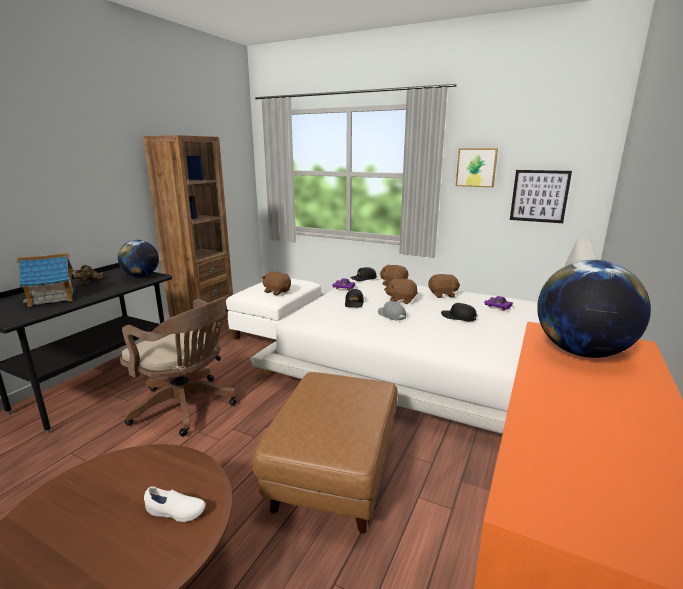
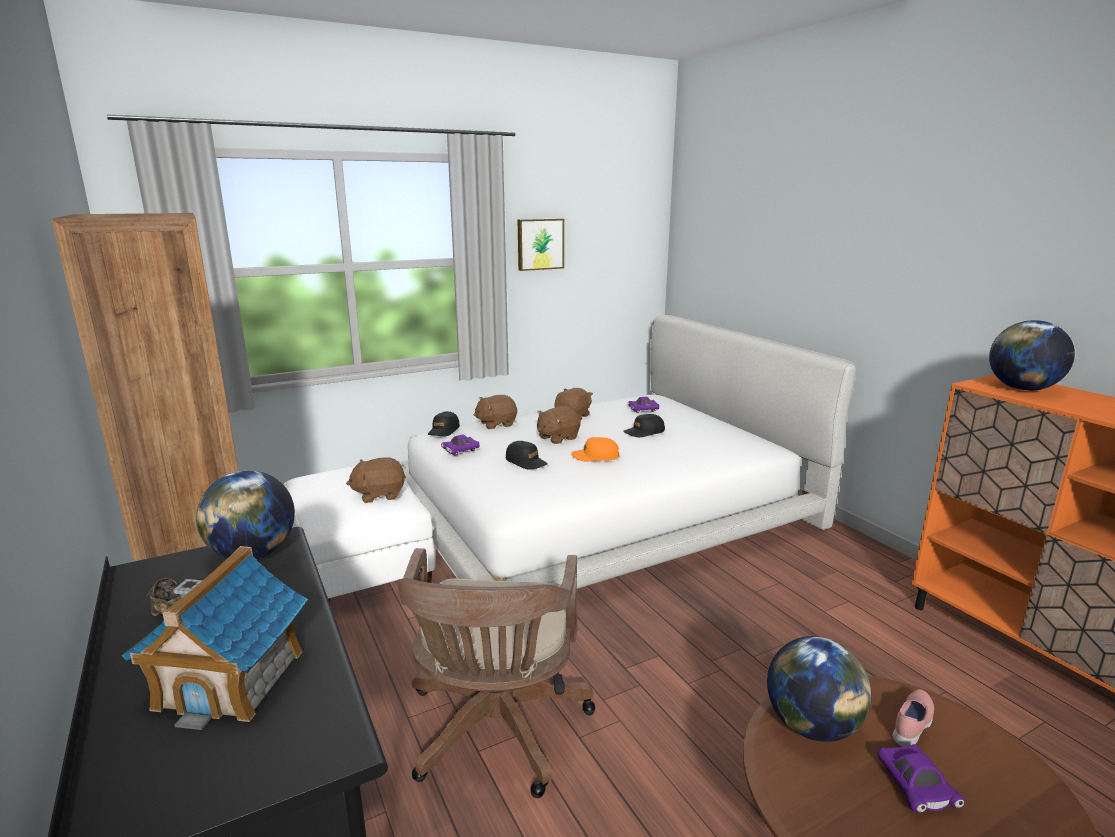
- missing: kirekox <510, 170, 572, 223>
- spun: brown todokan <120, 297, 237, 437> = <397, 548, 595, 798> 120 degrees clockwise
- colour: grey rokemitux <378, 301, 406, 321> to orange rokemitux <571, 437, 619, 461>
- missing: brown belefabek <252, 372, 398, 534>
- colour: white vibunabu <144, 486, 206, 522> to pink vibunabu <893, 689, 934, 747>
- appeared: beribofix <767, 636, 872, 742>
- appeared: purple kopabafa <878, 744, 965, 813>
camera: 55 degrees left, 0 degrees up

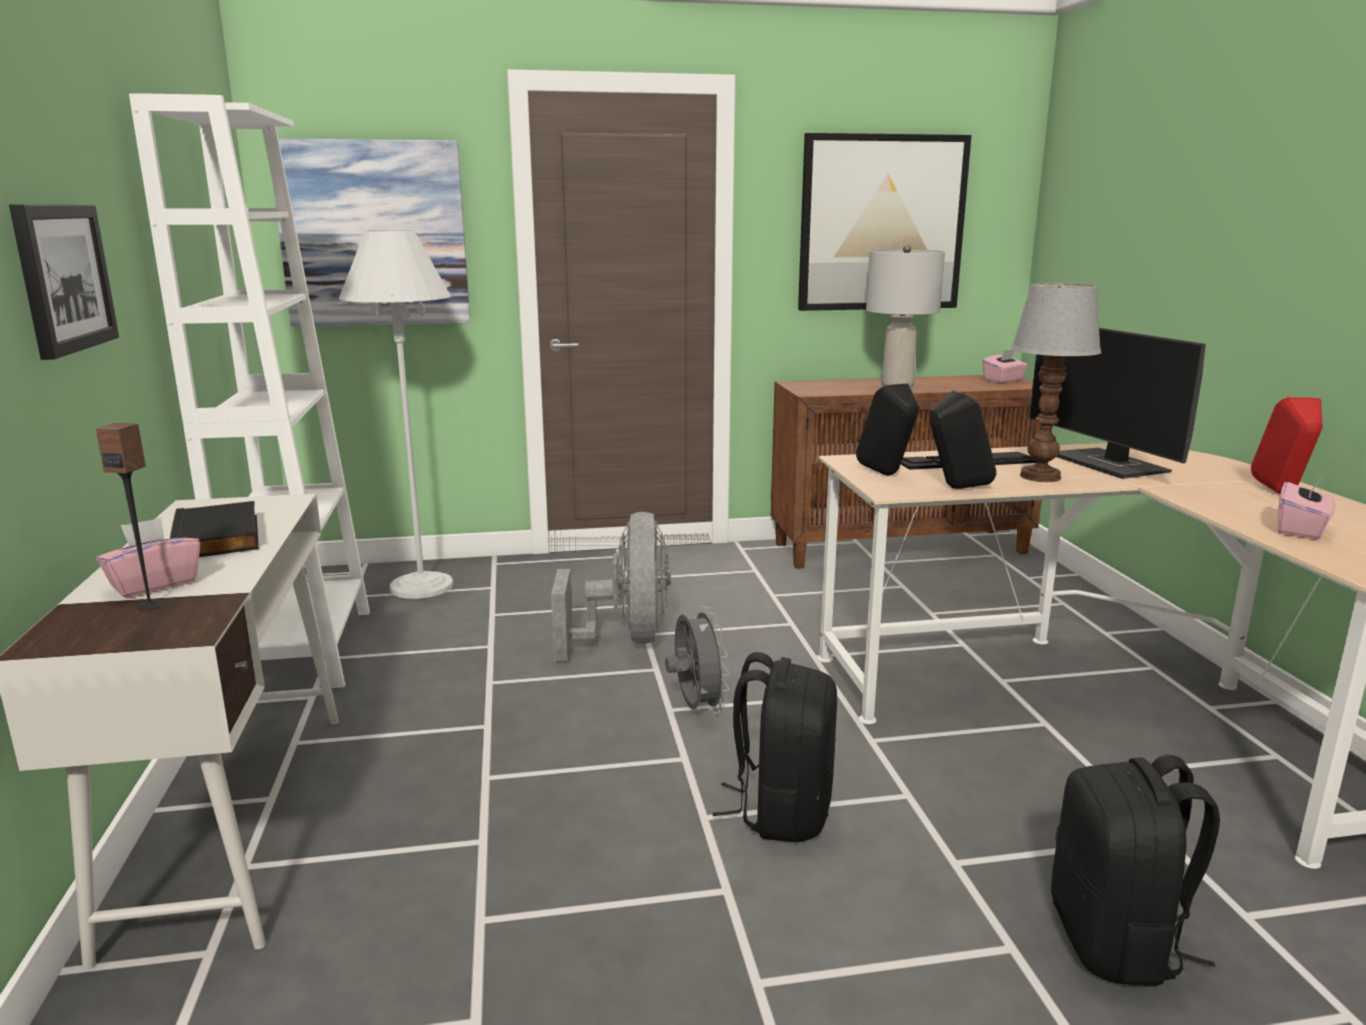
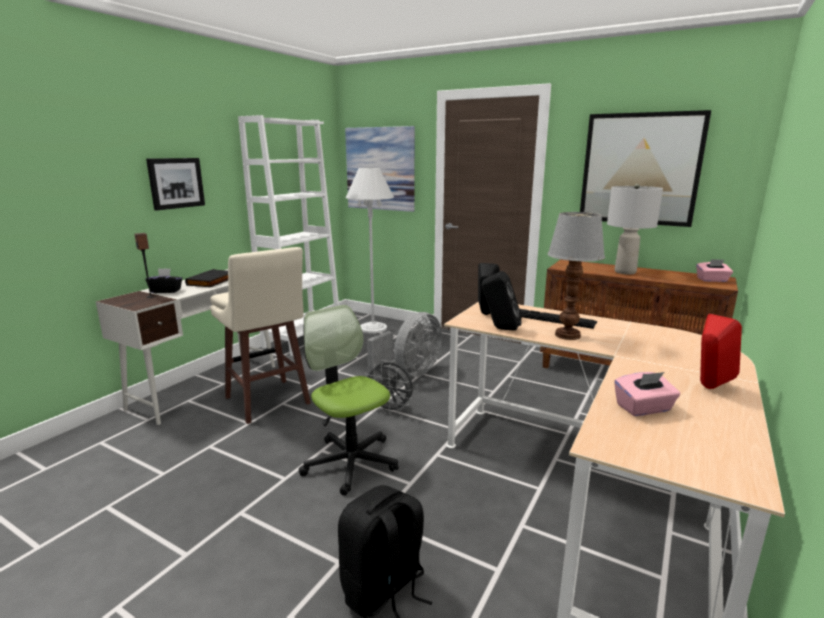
- missing: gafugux <1029, 328, 1206, 479>
- colour: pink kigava <96, 517, 200, 598> to black kigava <146, 268, 183, 293>
- spun: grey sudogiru <665, 606, 730, 714> = <365, 362, 413, 414> 90 degrees clockwise
- exchanged: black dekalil <712, 652, 837, 842> to todokan <299, 305, 399, 495>
- appeared: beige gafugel <210, 247, 311, 424>
camera: 40 degrees right, 0 degrees up

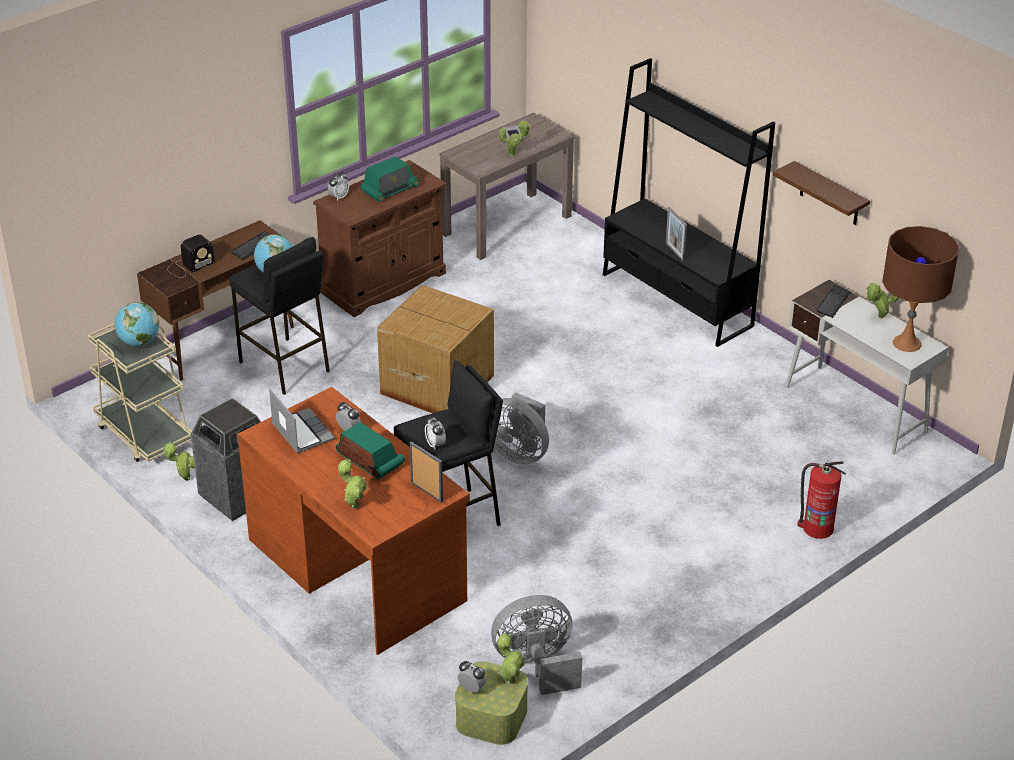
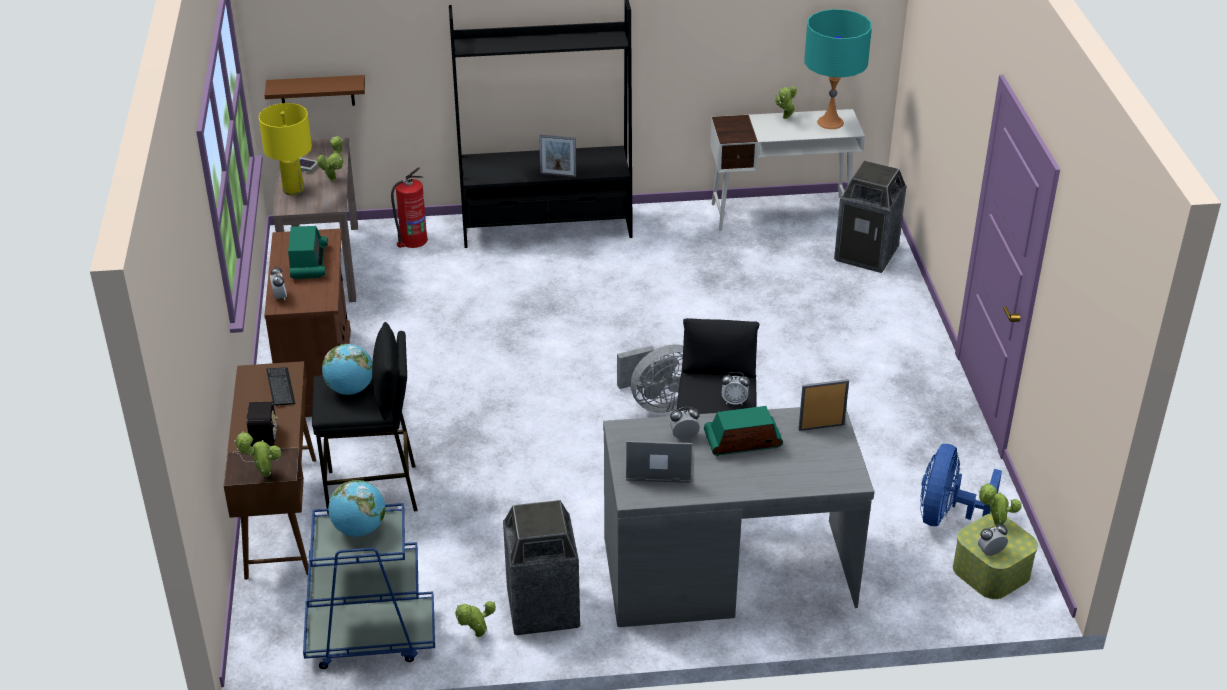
- relocated: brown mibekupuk <773, 161, 870, 225> to <264, 75, 365, 106>
- colour: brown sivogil <882, 226, 959, 352> to turquoise sivogil <804, 9, 872, 129>
- missing: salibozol <377, 285, 494, 413>
- missing: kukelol <816, 285, 851, 318>
- colour: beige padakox <88, 323, 192, 462> to blue padakox <303, 503, 435, 669>
- colour: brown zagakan <237, 387, 470, 655> to grey zagakan <603, 407, 874, 627>
- relocated: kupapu <338, 460, 367, 509> to <234, 432, 281, 477>
- relocated: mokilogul <797, 461, 846, 539> to <391, 167, 428, 248>
- colour: grey sudogiru <491, 595, 582, 695> to blue sudogiru <920, 444, 1002, 526>
- appeared: yellow sivogil <259, 103, 312, 196>
- appeared: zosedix <834, 161, 907, 273>
camera: 55 degrees left, 0 degrees up

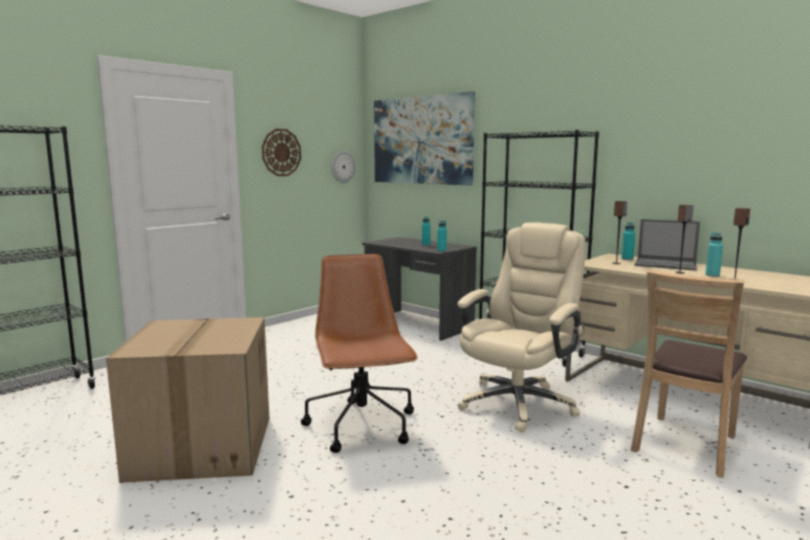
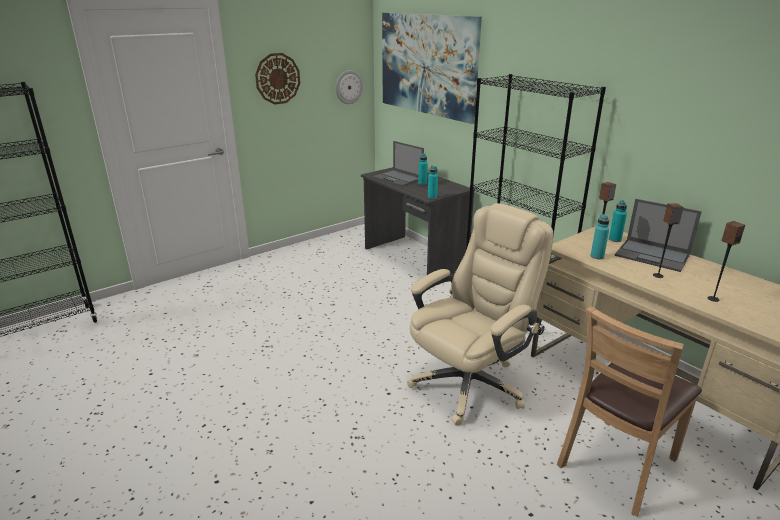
- relocated: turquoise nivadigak <705, 232, 723, 277> to <591, 214, 610, 259>
- missing: brown todokan <301, 254, 418, 453>
- missing: salibozol <106, 317, 269, 483>
- appeared: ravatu <373, 141, 424, 186>
camera: 10 degrees right, 15 degrees up

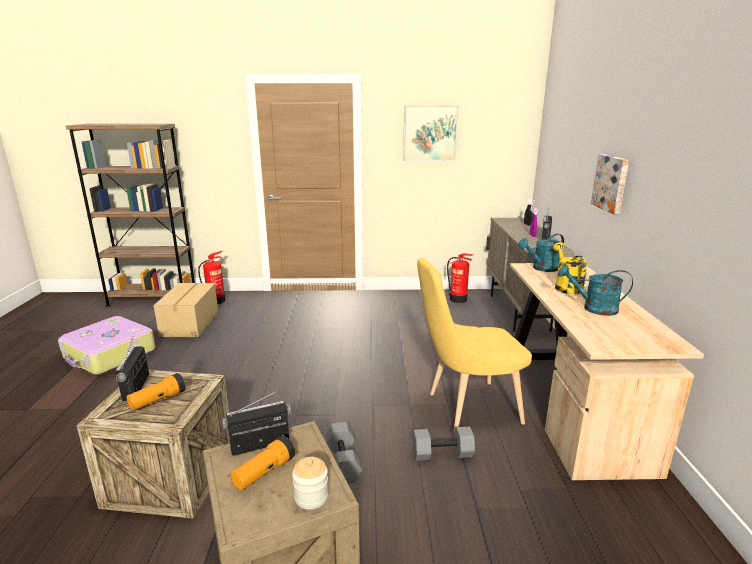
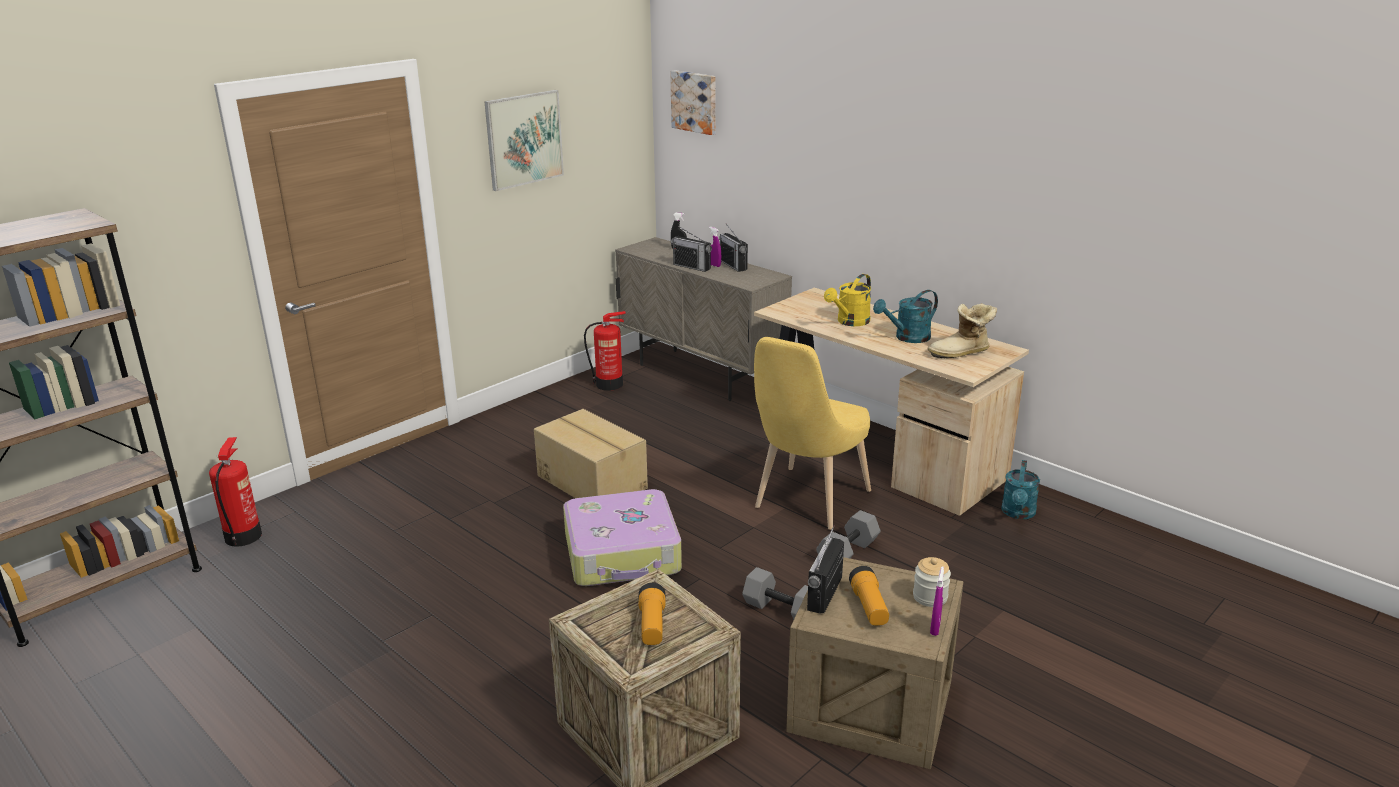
- relocated: kirekox <591, 154, 629, 214> to <670, 70, 716, 135>
- relocated: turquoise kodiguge <518, 234, 564, 272> to <1001, 460, 1040, 519>
- spun: yellow kodiguge <553, 242, 588, 294> = <824, 274, 871, 326> 90 degrees counterclockwise
- relocated: salibozol <154, 283, 218, 337> to <534, 409, 648, 498>
- relocated: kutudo <58, 316, 155, 375> to <563, 489, 682, 586>
- relocated: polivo <116, 336, 149, 401> to <671, 226, 712, 272>
- appeared: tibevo <927, 303, 997, 358>
- appeared: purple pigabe <930, 566, 944, 636>
camera: 45 degrees left, 5 degrees up

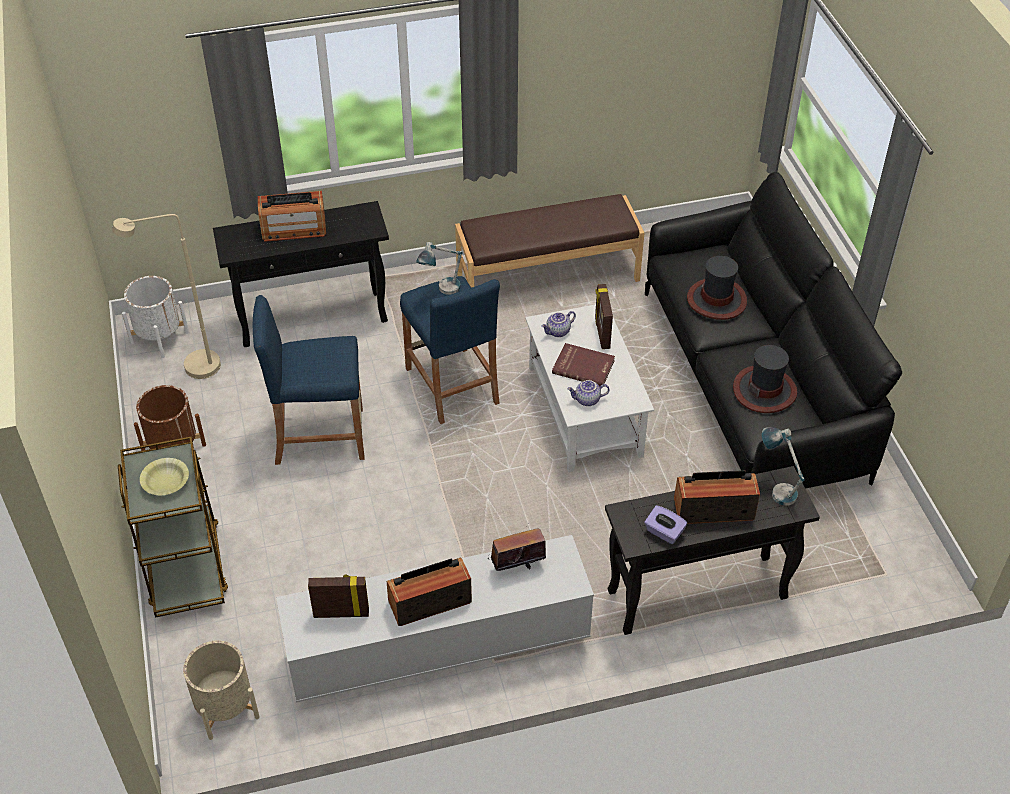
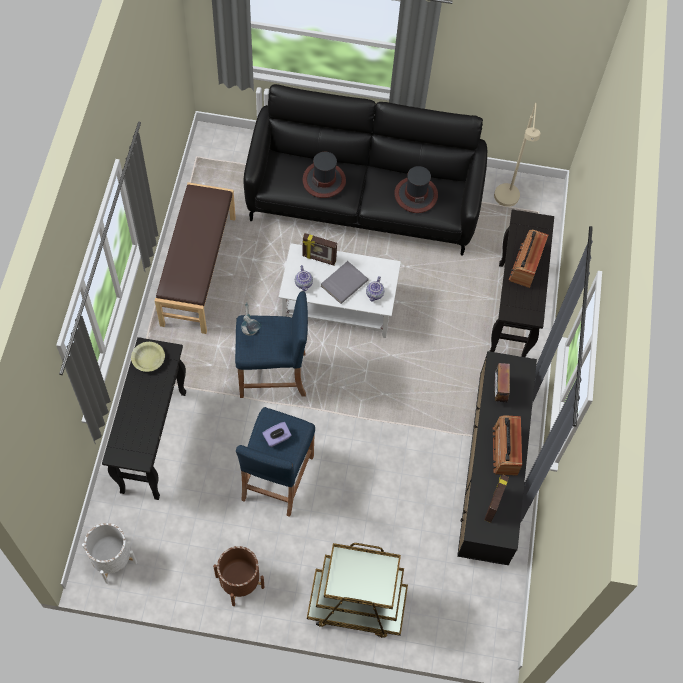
- missing: polivo <258, 191, 326, 242>
- relocated: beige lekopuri <112, 214, 221, 379> to <494, 103, 541, 207>
- colour: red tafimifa <552, 343, 615, 386> to grey tafimifa <321, 261, 368, 304>
- missing: sivogil <762, 427, 805, 506>
- relocated: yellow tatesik <140, 458, 189, 495> to <131, 342, 165, 372>
- relocated: purple kigava <644, 505, 687, 544> to <262, 422, 292, 447>
- colour: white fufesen <276, 535, 594, 703> to black fufesen <457, 351, 537, 565>
- missing: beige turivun <183, 641, 260, 740>
camera: 70 degrees left, 15 degrees up

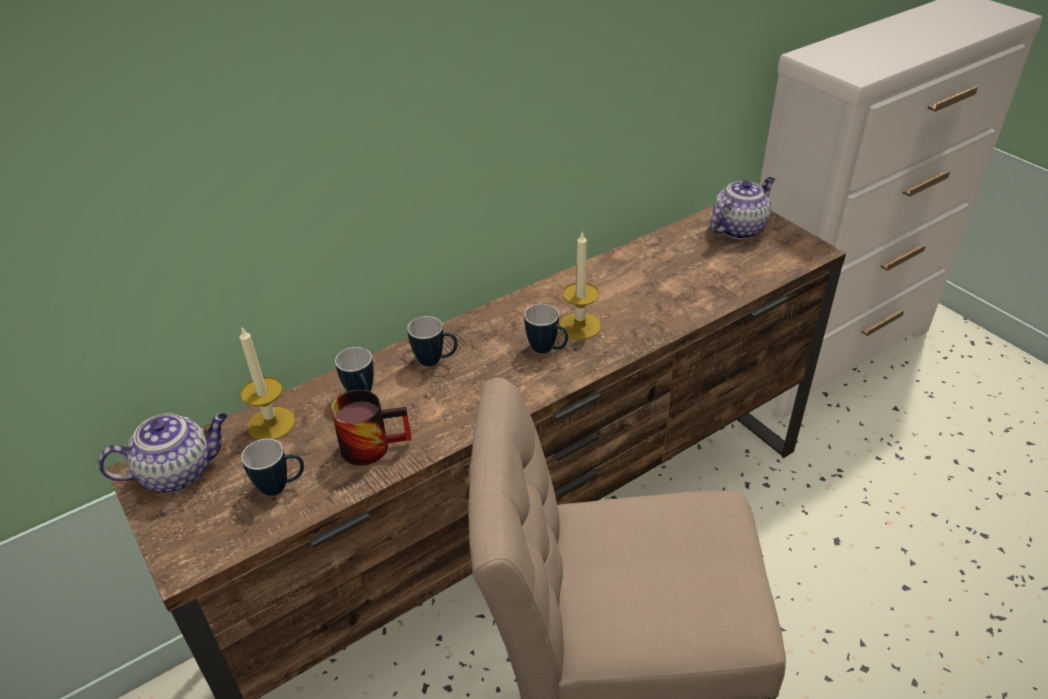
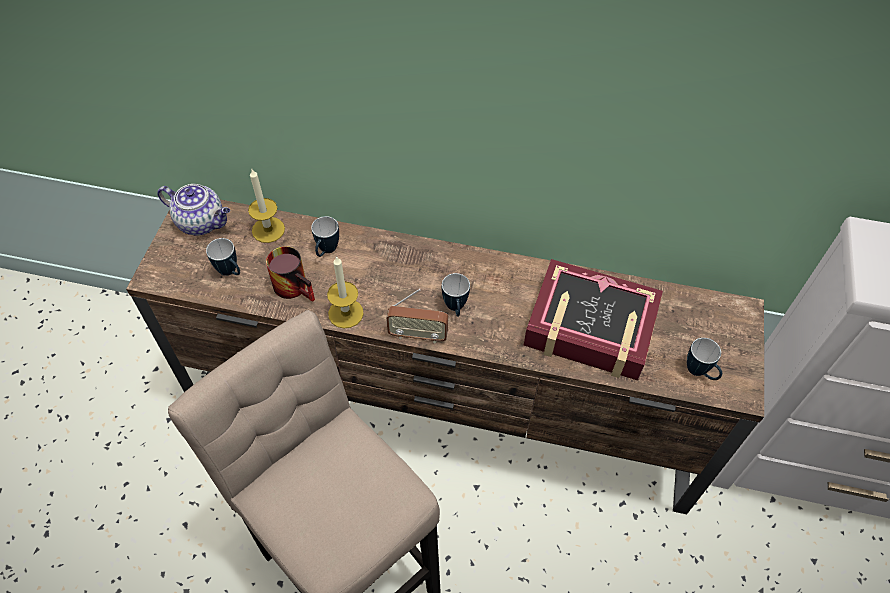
- missing: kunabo <710, 177, 775, 239>
- relocated: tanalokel <559, 231, 601, 340> to <327, 256, 364, 328>
- relocated: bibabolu <407, 316, 457, 366> to <687, 338, 722, 380>
- appeared: tafimifa <524, 259, 663, 381>
- appeared: polivo <386, 289, 448, 343>
camera: 45 degrees right, 15 degrees up

